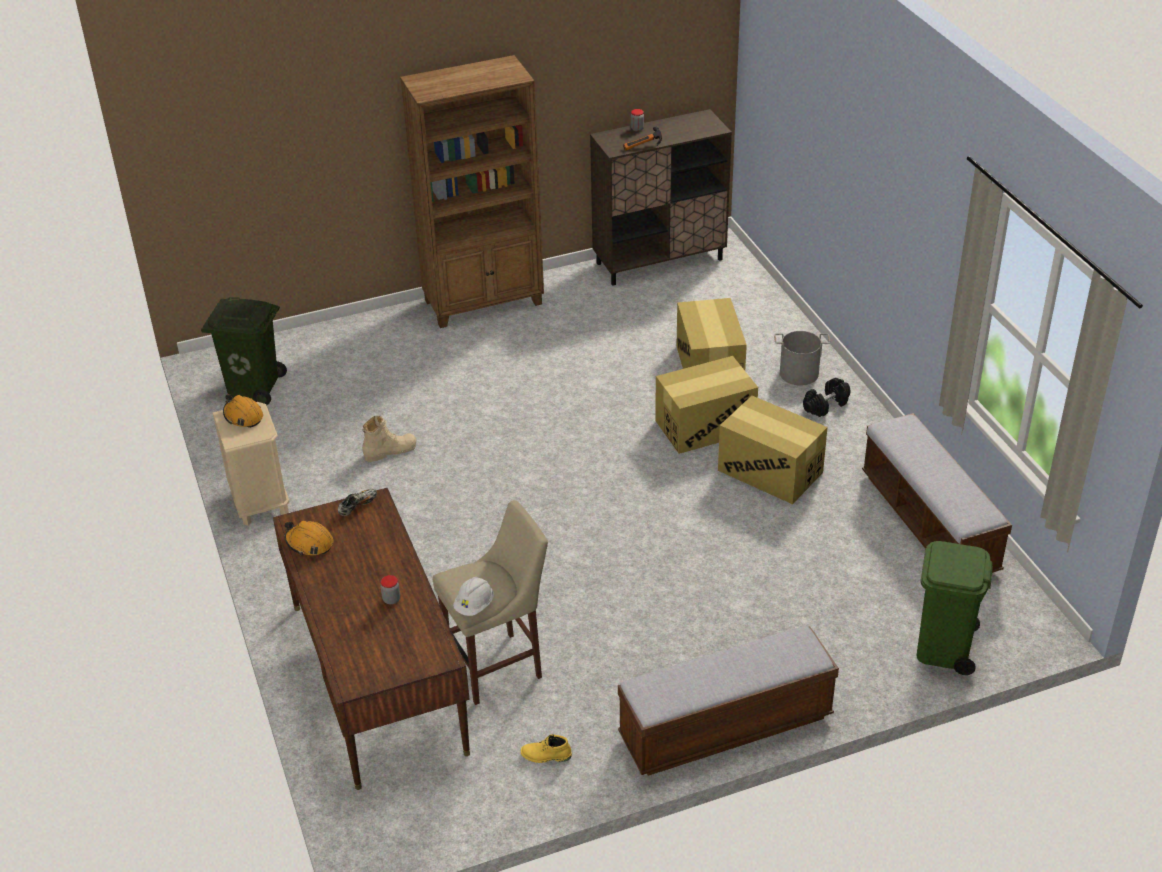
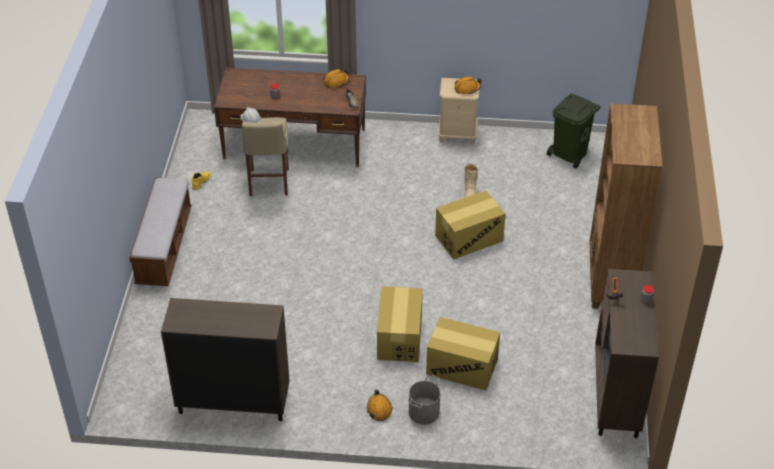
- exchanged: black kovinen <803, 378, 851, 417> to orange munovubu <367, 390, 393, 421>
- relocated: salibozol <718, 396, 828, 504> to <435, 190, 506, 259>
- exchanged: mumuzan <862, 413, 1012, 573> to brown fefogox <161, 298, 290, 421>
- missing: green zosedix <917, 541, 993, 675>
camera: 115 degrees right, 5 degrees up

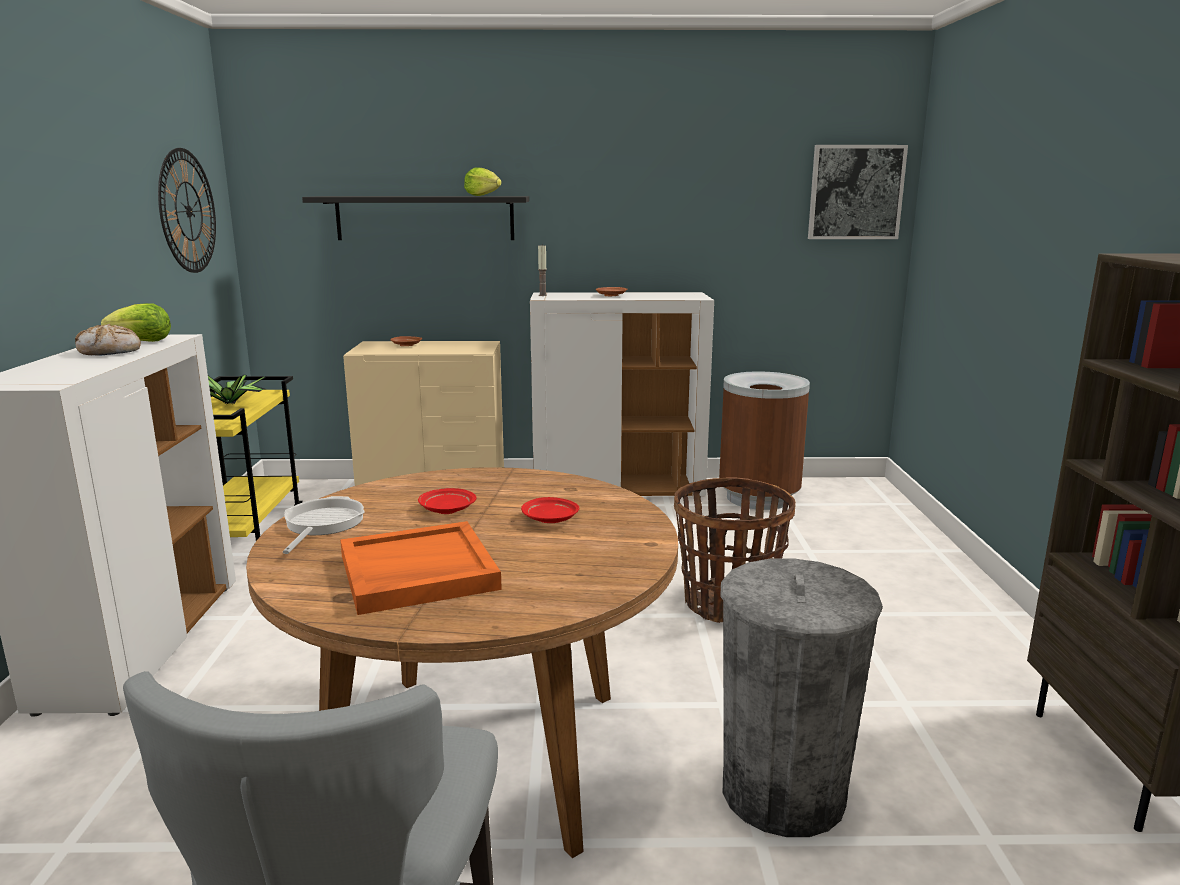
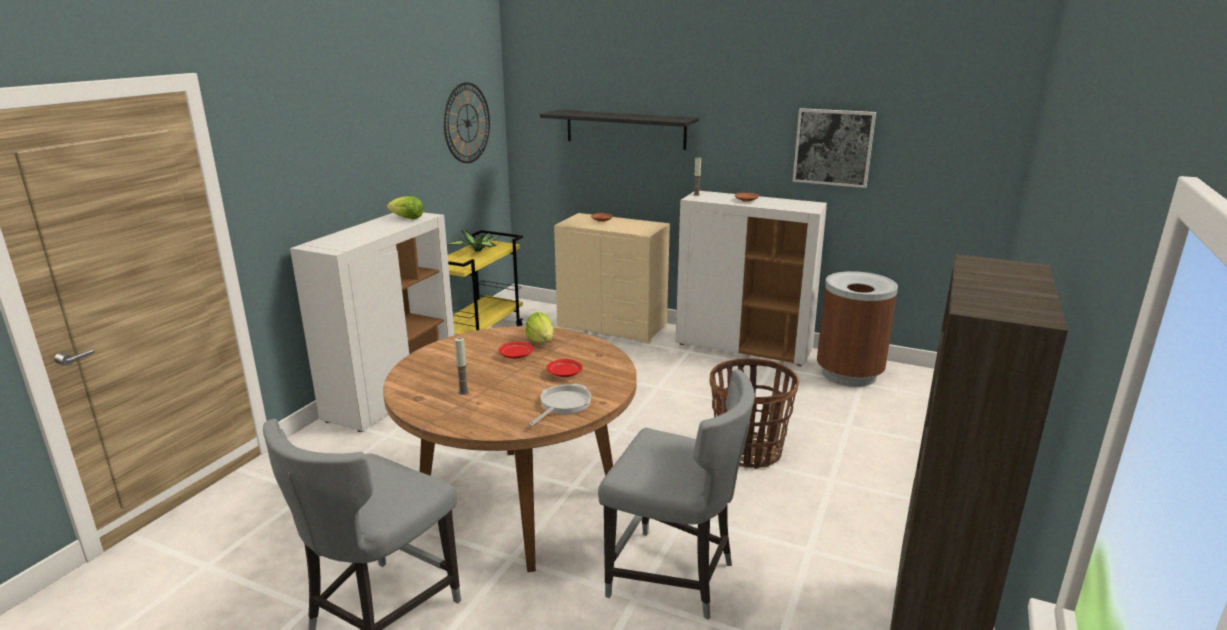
- relocated: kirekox <808, 145, 908, 239> to <792, 108, 876, 188>
- relocated: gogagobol <464, 167, 502, 196> to <525, 312, 554, 343>
- missing: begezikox <75, 324, 141, 355>
- relocated: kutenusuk <283, 496, 365, 554> to <529, 384, 591, 426>
- exchanged: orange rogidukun <340, 521, 502, 615> to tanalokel <454, 337, 469, 395>
- exchanged: grey zosedix <720, 558, 883, 837> to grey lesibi <598, 369, 755, 620>
camera: 25 degrees right, 5 degrees up

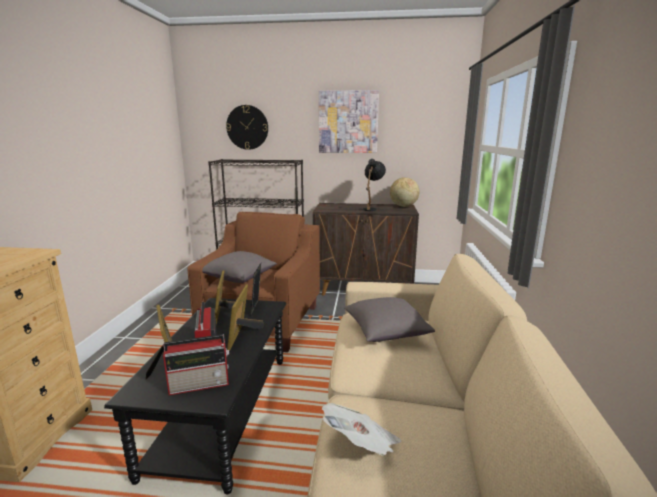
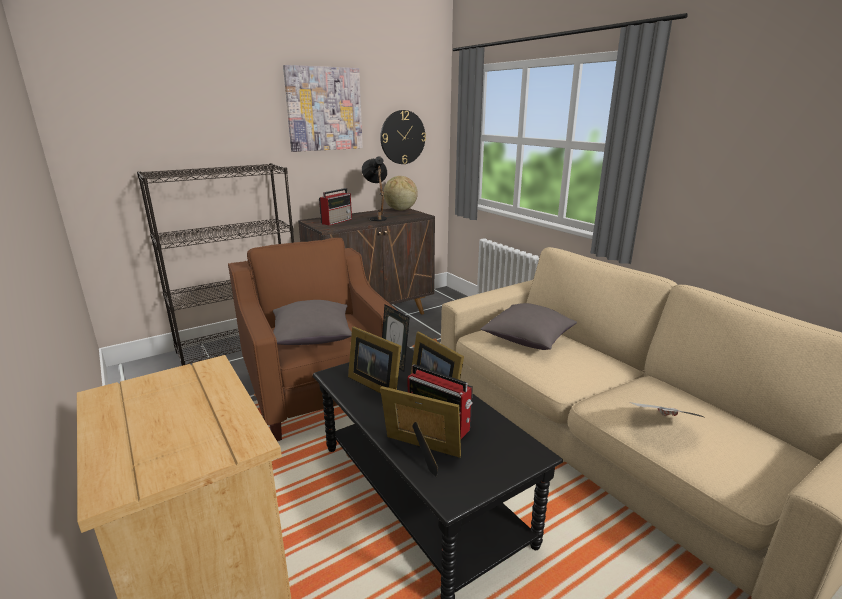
- relocated: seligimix <226, 105, 268, 150> to <380, 110, 426, 164>
- relocated: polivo <163, 334, 229, 395> to <319, 188, 352, 225>
camera: 40 degrees left, 5 degrees up

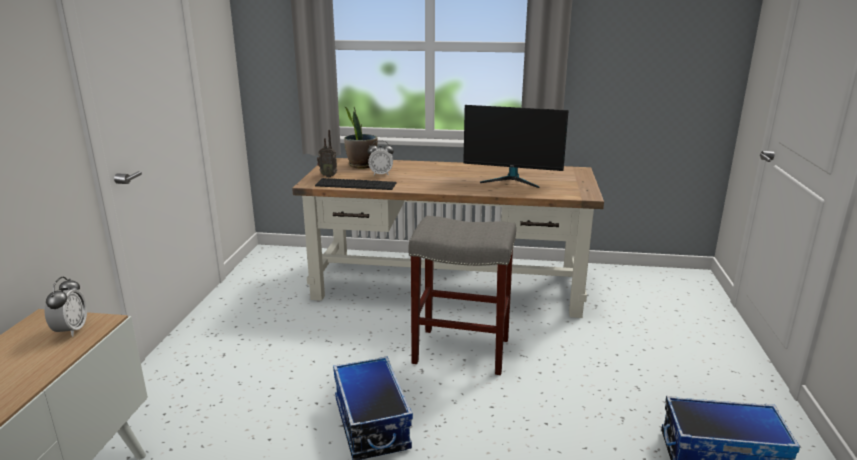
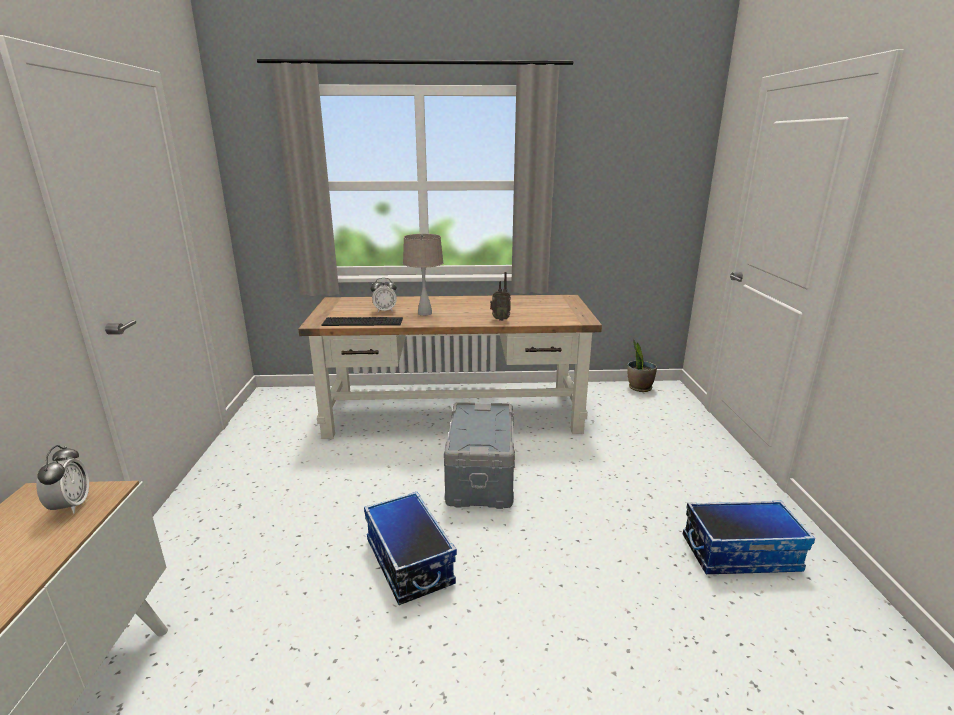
- missing: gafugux <463, 105, 569, 188>
- relocated: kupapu <344, 106, 378, 168> to <628, 339, 657, 392>
- relocated: polivo <317, 130, 337, 177> to <490, 272, 511, 321>
- exchanged: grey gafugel <408, 216, 516, 375> to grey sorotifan <444, 402, 515, 509>
- appeared: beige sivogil <403, 234, 443, 316>
camera: 10 degrees left, 0 degrees up

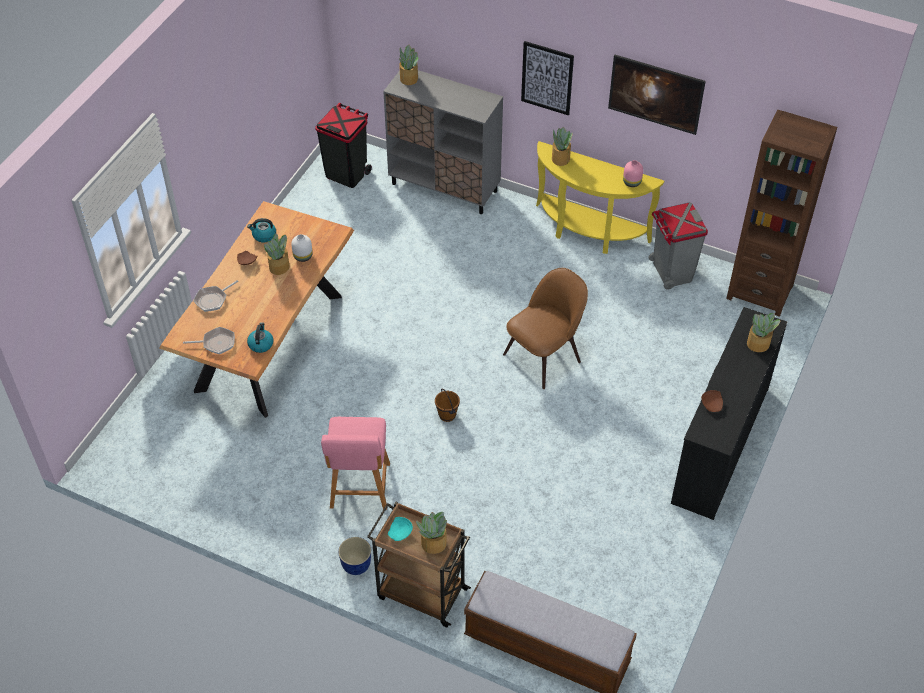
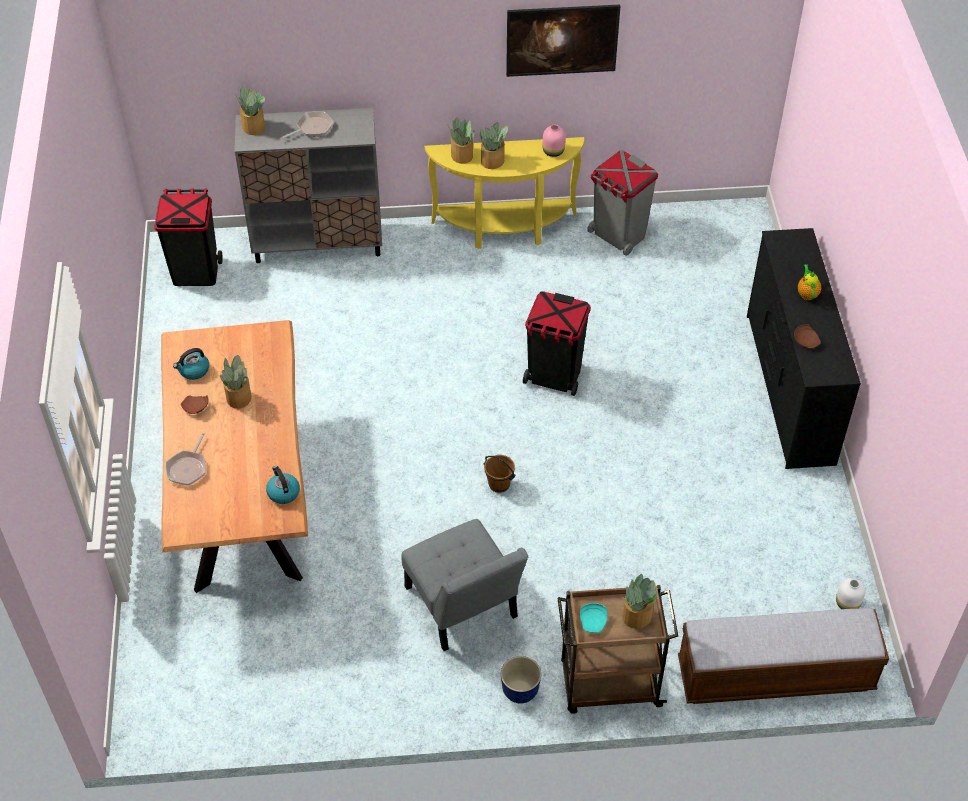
- missing: kirekox <521, 41, 574, 116>
- missing: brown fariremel <726, 110, 837, 317>
- relocated: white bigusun <291, 234, 313, 262> to <836, 578, 865, 609>
- exchanged: brown lesibi <503, 268, 588, 389> to black zosedix <523, 291, 591, 396>
- relocated: kupapu <747, 313, 781, 352> to <480, 122, 508, 169>
- relocated: kutenusuk <183, 327, 235, 354> to <281, 111, 334, 139>
- exchanged: pink gafugel <321, 417, 390, 510> to grey lesibi <402, 519, 528, 651>
- appeared: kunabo <798, 264, 821, 300>
camera: 30 degrees left, 0 degrees up

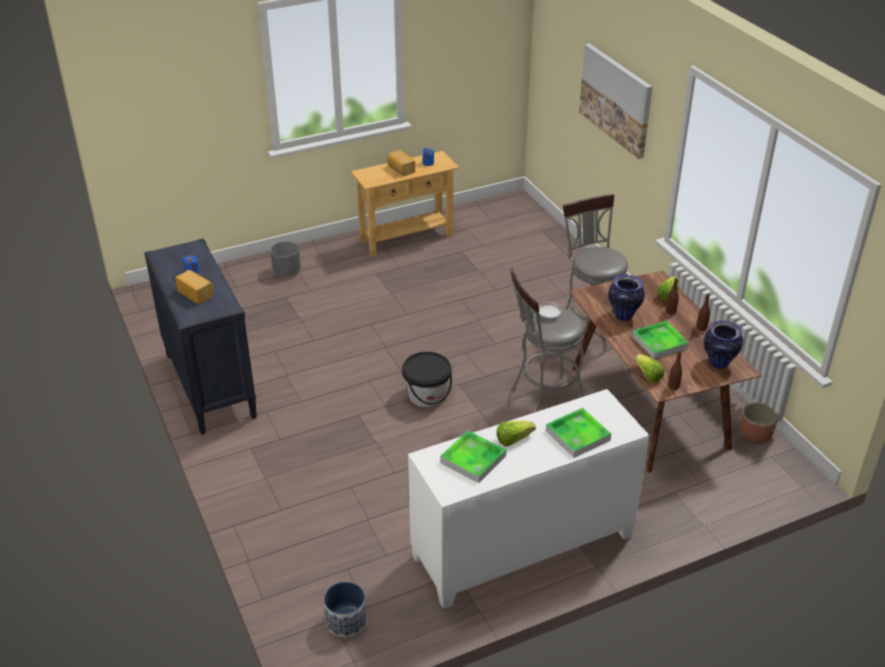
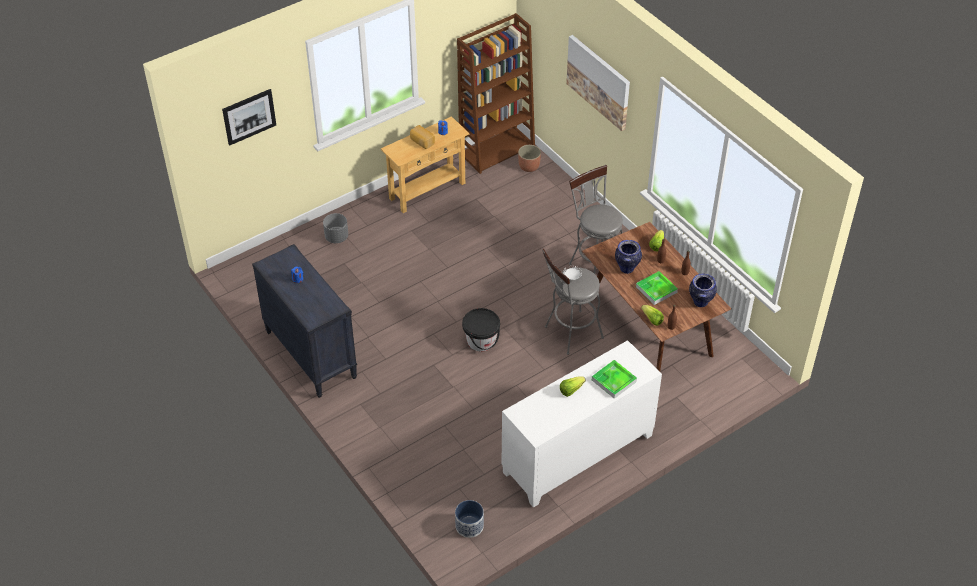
- missing: begezikox <175, 270, 213, 304>
- relocated: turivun <740, 403, 778, 444> to <518, 145, 541, 172>
- missing: rogidukun <440, 430, 506, 483>
- appeared: brown fariremel <457, 13, 535, 174>
- appeared: kirekox <222, 89, 276, 146>
camera: 10 degrees left, 10 degrees up

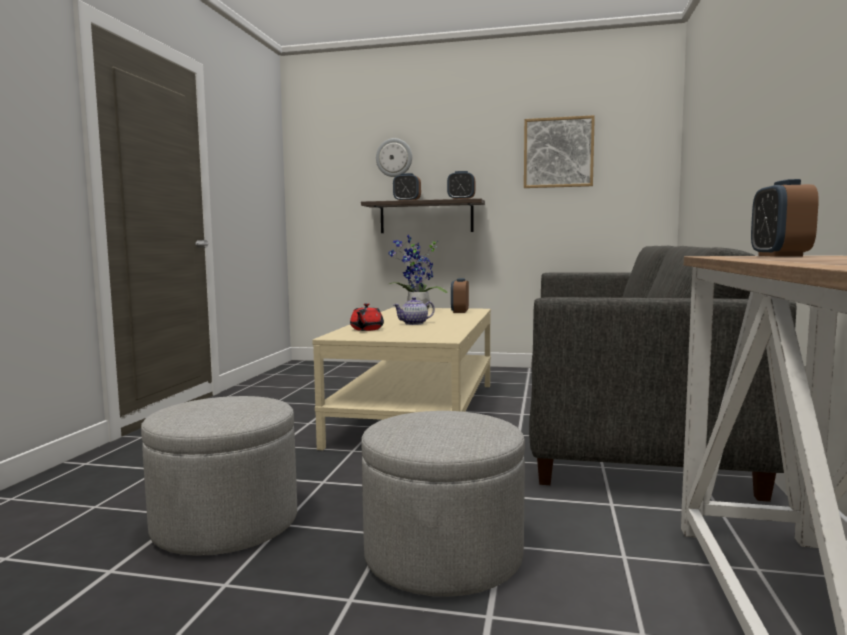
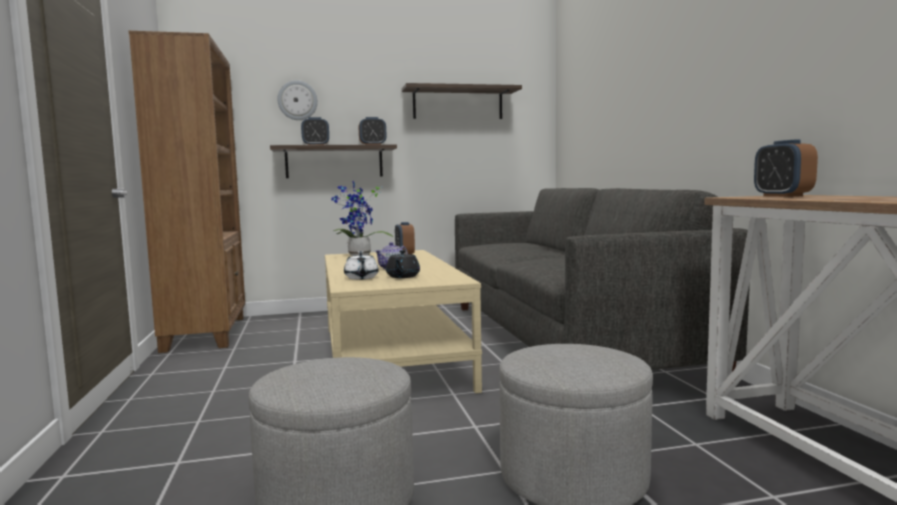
- exchanged: kirekox <524, 115, 595, 188> to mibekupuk <401, 83, 522, 119>
- colour: red kunabo <350, 303, 384, 331> to white kunabo <344, 251, 379, 280>
- appeared: brown fariremel <129, 31, 245, 353>
- appeared: black kunabo <386, 250, 420, 278>
camera: 25 degrees left, 0 degrees up

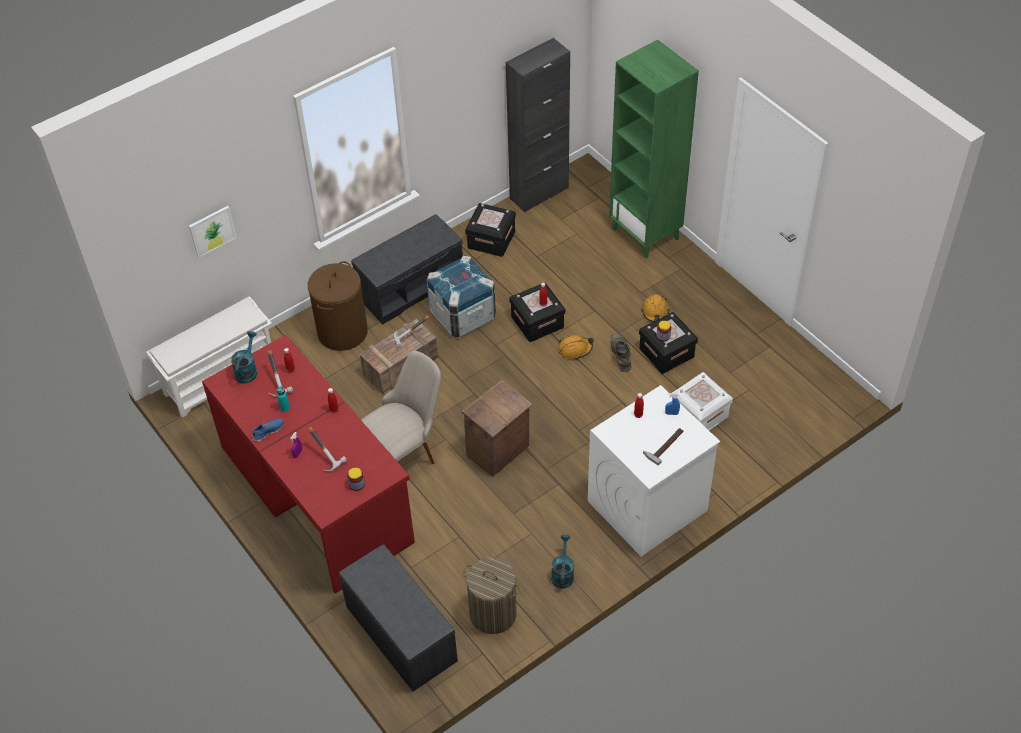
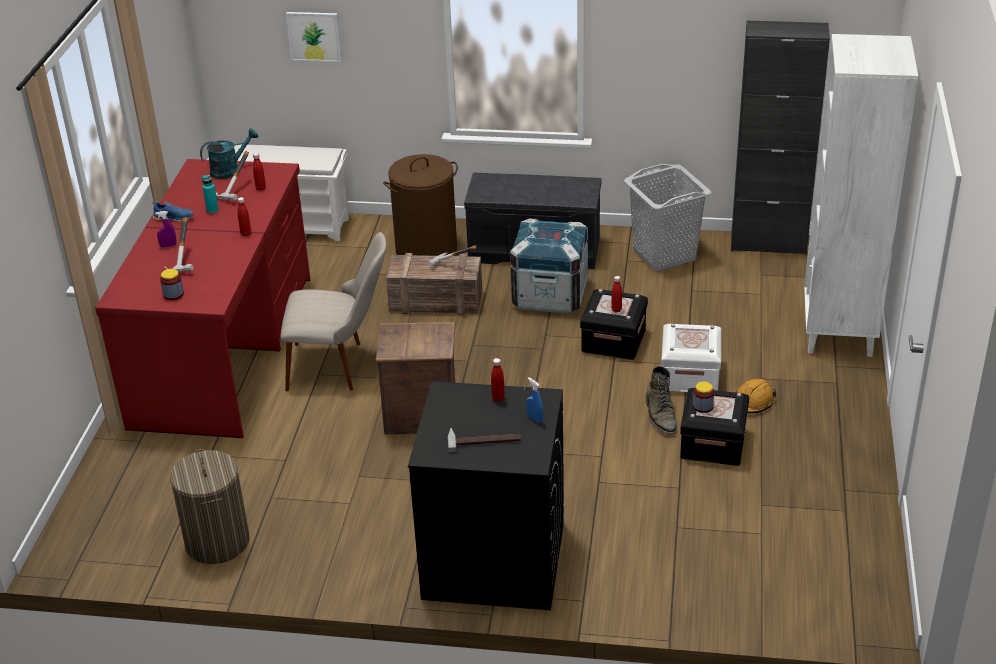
- colour: green fariremel <609, 39, 699, 259> to white fariremel <804, 34, 918, 357>
- exchanged: black sorotifan <465, 203, 516, 257> to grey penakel <624, 164, 711, 271>
- spun: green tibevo <610, 333, 631, 372> = <646, 366, 677, 434> 135 degrees clockwise
- missing: orange munovubu <558, 335, 594, 360>
- relocated: white sorotifan <672, 372, 733, 430> to <661, 324, 721, 392>
- colour: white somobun <588, 385, 720, 556> to black somobun <408, 381, 564, 610>
- missing: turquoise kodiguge <551, 535, 574, 589>
- missing: grey mumuzan <339, 544, 458, 692>
camera: 45 degrees right, 15 degrees down

